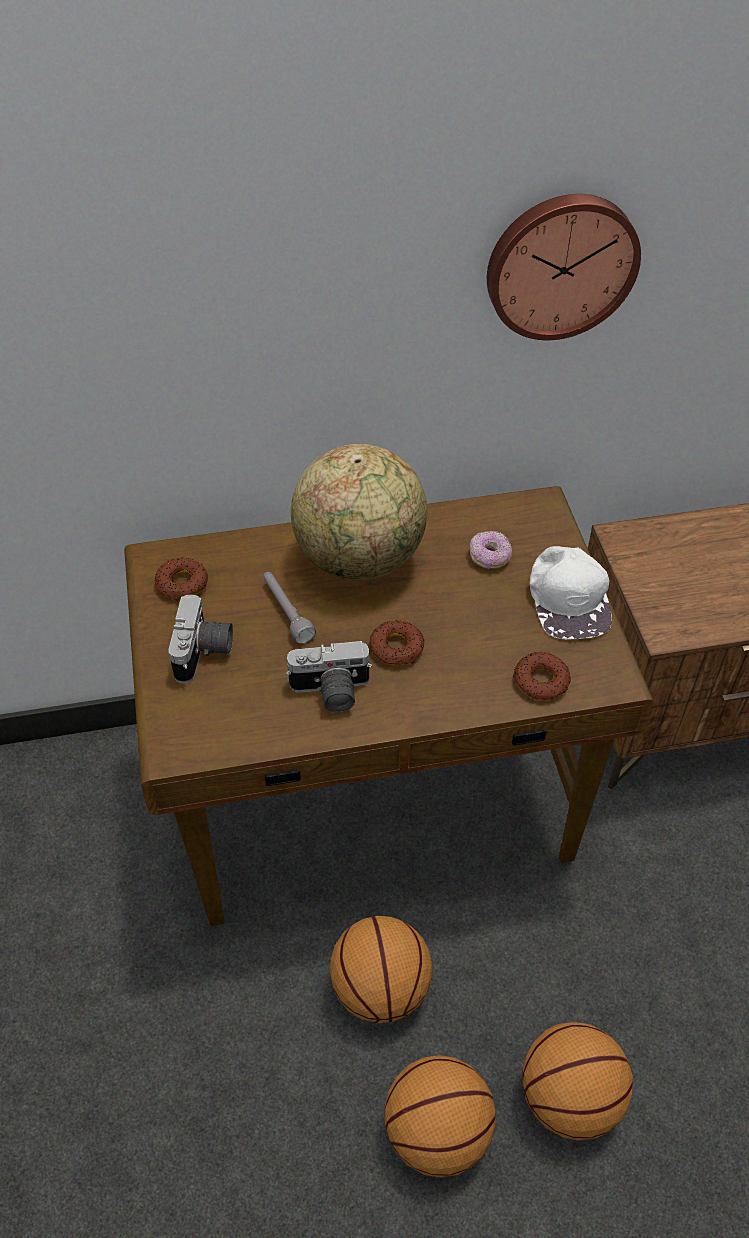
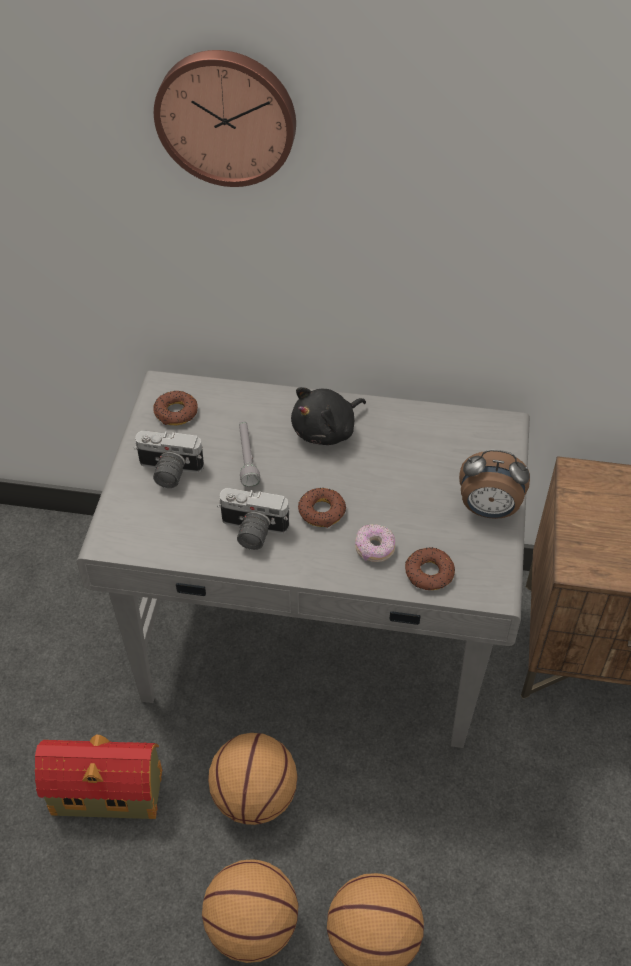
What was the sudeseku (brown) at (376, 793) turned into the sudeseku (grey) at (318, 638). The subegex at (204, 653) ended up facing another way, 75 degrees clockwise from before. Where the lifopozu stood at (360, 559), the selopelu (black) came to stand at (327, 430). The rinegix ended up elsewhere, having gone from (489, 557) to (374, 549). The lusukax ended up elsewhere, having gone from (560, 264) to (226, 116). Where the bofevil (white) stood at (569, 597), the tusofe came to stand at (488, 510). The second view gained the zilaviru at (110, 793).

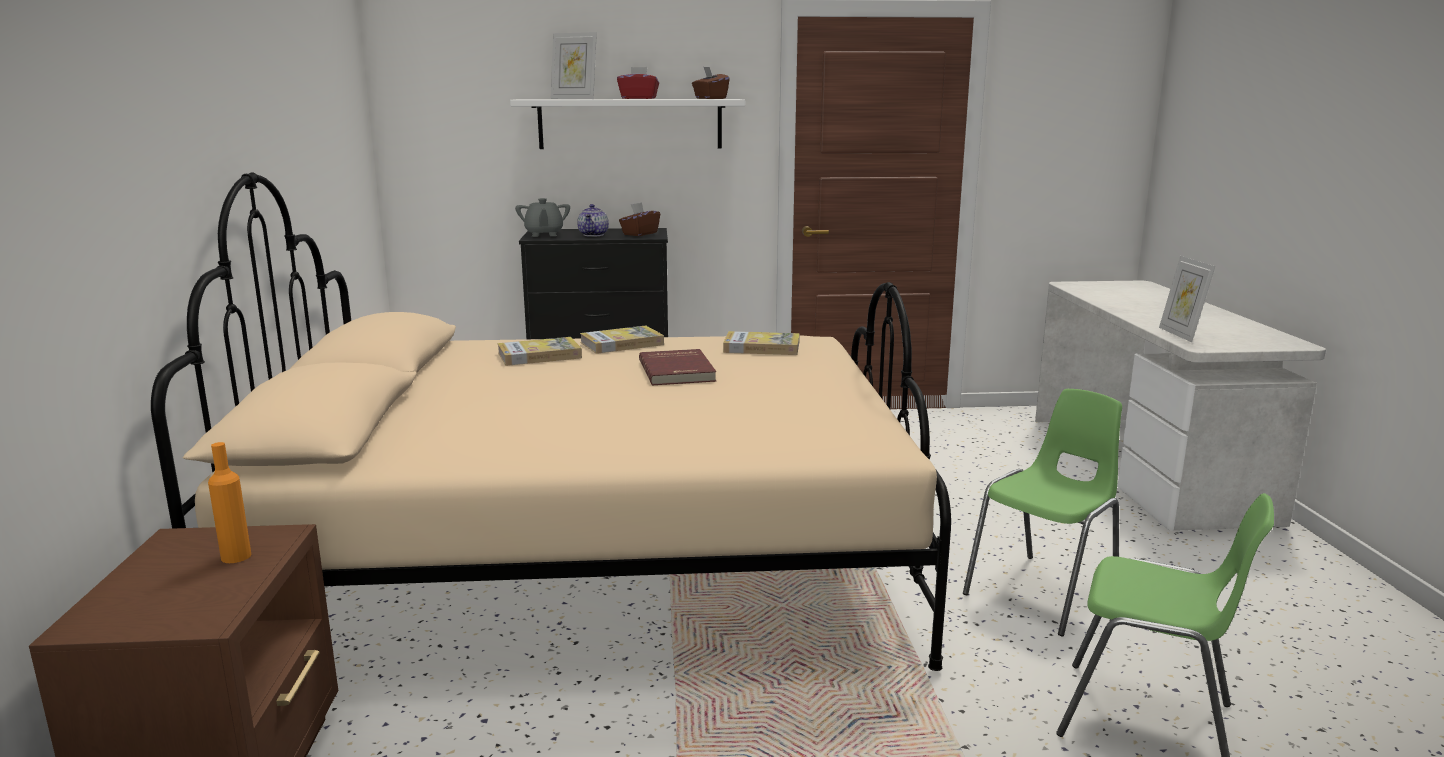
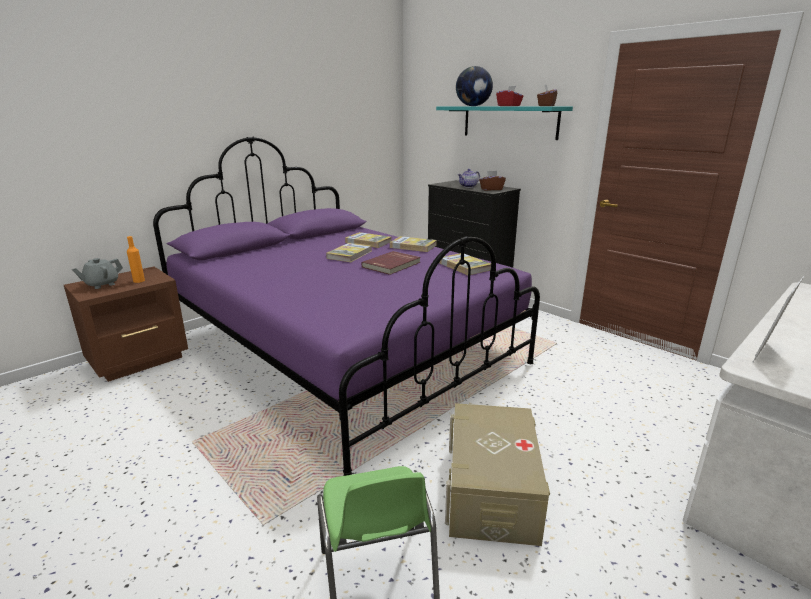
What was the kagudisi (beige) at (597, 560) turned into the kagudisi (purple) at (344, 349). What was the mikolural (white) at (630, 124) turned into the mikolural (turquoise) at (509, 122). The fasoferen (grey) ended up elsewhere, having gone from (544, 234) to (102, 284). Where the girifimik stood at (574, 98), the lifopozu came to stand at (473, 106). Where the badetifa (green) stood at (1044, 593), the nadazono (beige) came to stand at (491, 490). The second view gained the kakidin at (349, 254).

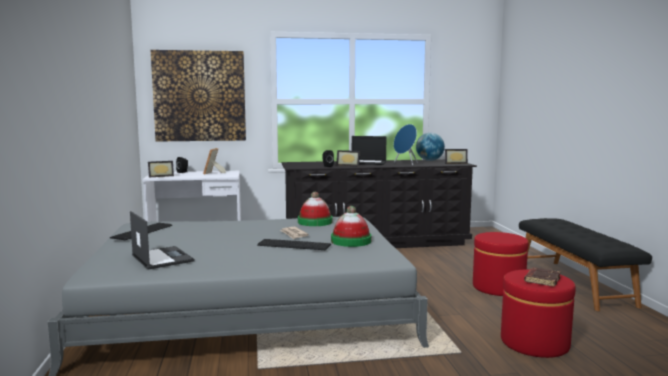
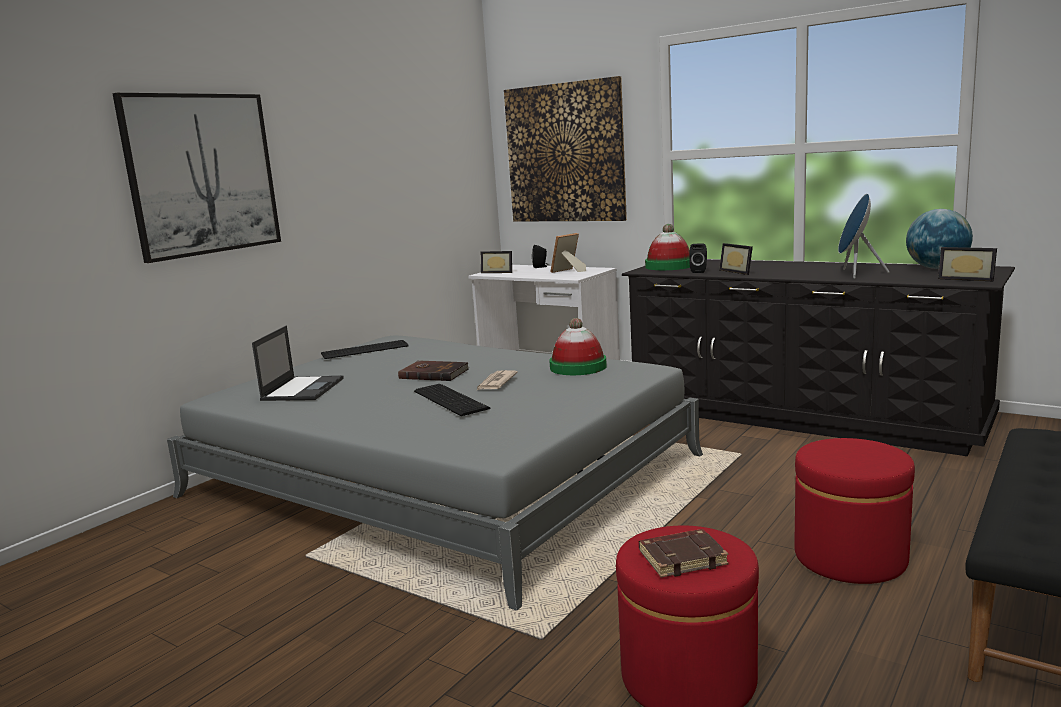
The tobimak ended up elsewhere, having gone from (351, 241) to (669, 266). The second view lost the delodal at (367, 163). The second view gained the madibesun at (202, 174). The second view gained the kakidin (brown) at (434, 373).

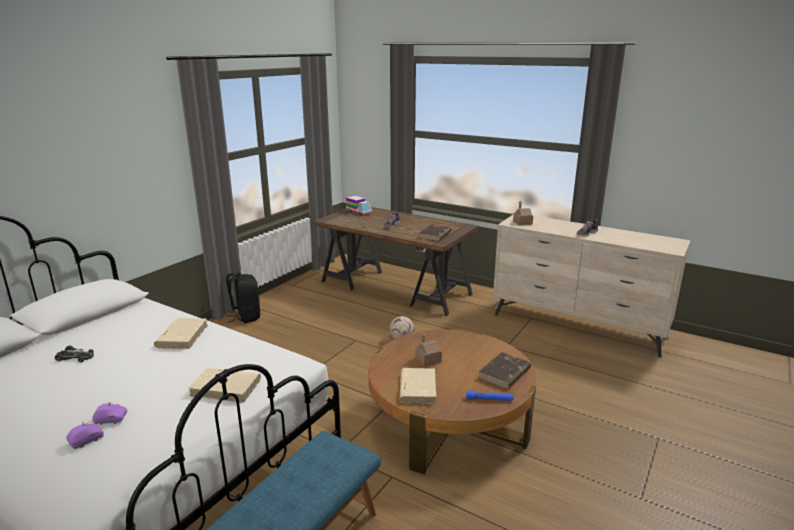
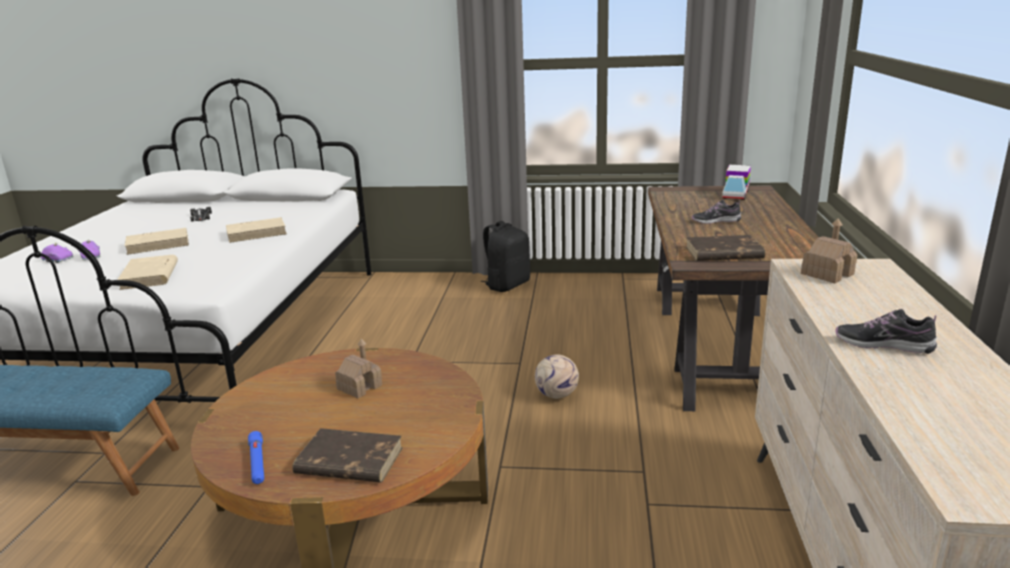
The kakidin (beige) ended up elsewhere, having gone from (417, 388) to (159, 244).

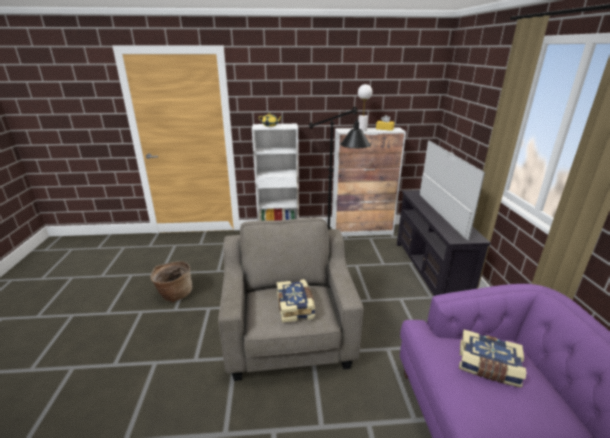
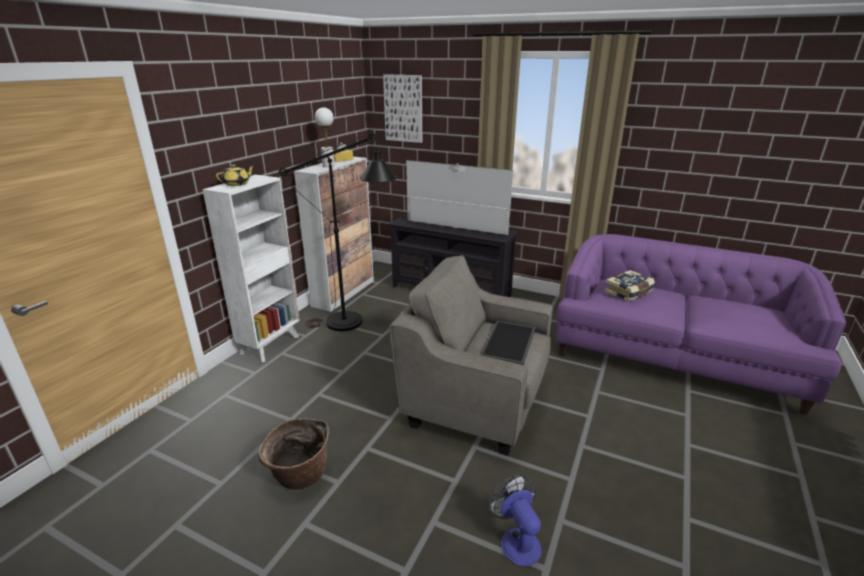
Where the kakidin stood at (296, 306), the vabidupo came to stand at (510, 343). The second view gained the madibesun at (403, 108). The second view gained the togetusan at (516, 540).

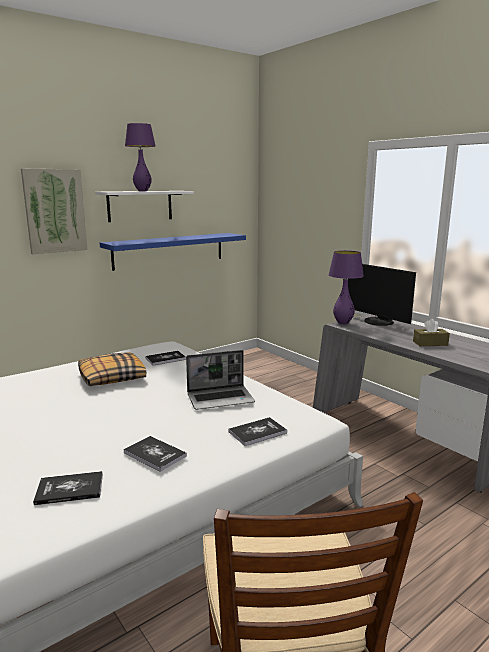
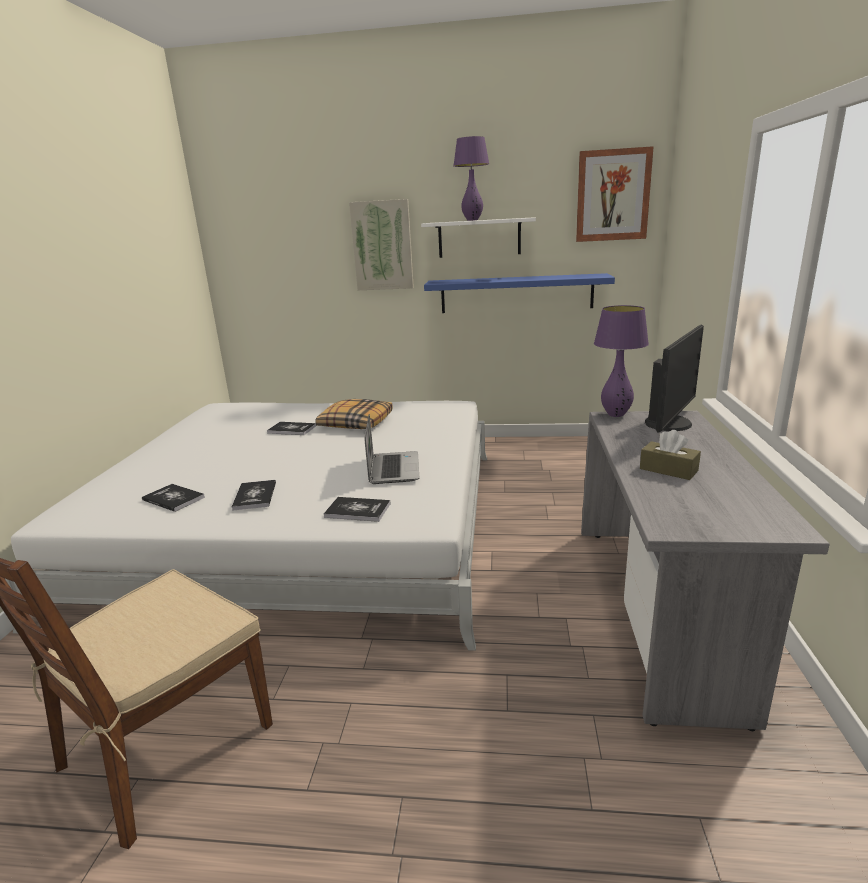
The kakidin ended up elsewhere, having gone from (165, 359) to (292, 429). The delodal at (221, 398) ended up facing another way, 120 degrees counterclockwise from before. The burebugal at (377, 322) ended up facing another way, 150 degrees counterclockwise from before. The second view gained the madibesun at (612, 195).

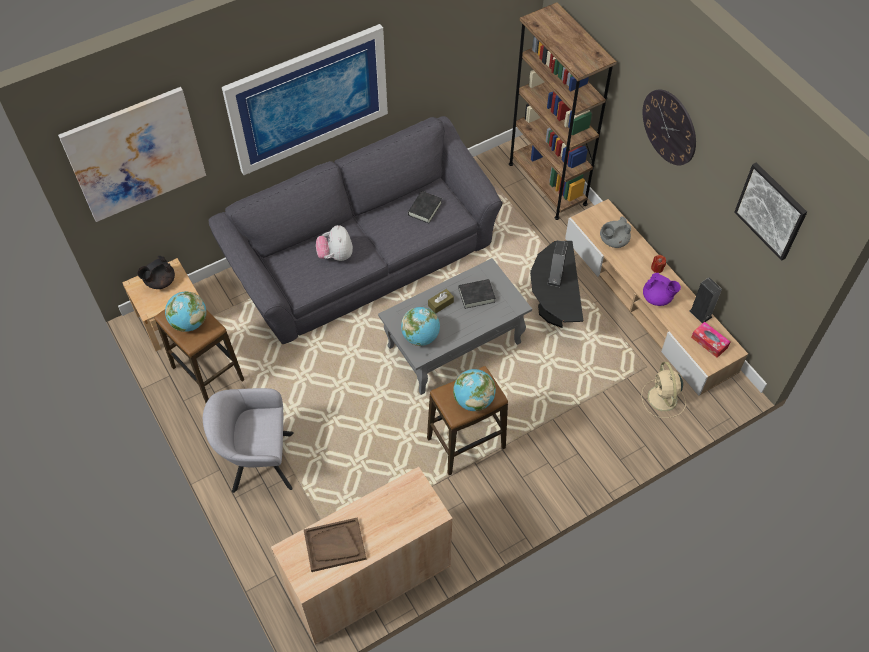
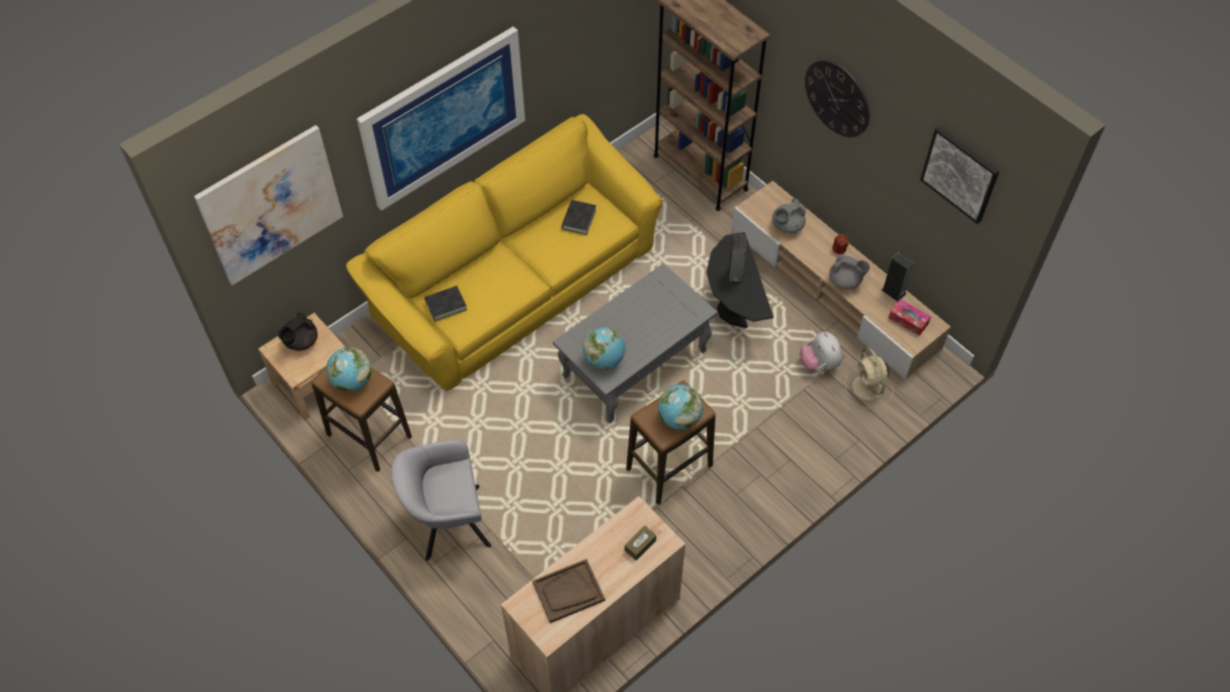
What was the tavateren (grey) at (363, 258) turned into the tavateren (yellow) at (515, 283). The selopelu ended up elsewhere, having gone from (336, 255) to (819, 363). The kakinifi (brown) ended up elsewhere, having gone from (440, 304) to (640, 545). The kakidin (black) ended up elsewhere, having gone from (476, 295) to (446, 305). What was the fasoferen (purple) at (657, 298) turned into the fasoferen (grey) at (845, 281).

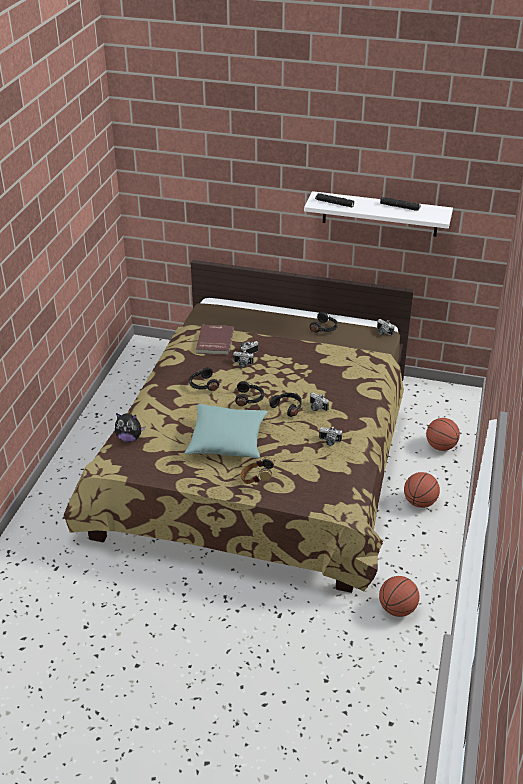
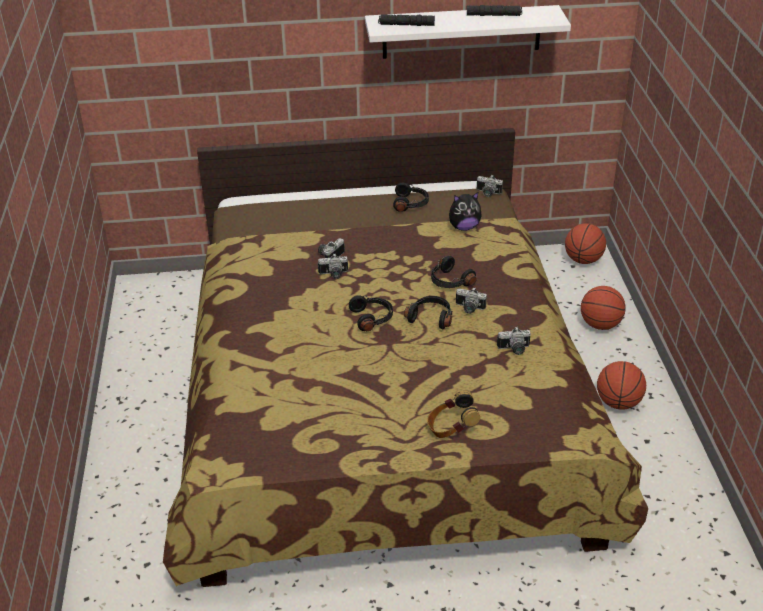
The selopelu ended up elsewhere, having gone from (129, 438) to (464, 227). The second view lost the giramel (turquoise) at (227, 441). The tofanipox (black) ended up elsewhere, having gone from (203, 385) to (450, 281). The second view lost the kakidin (red) at (214, 341). The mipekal ended up elsewhere, having gone from (397, 609) to (583, 260).

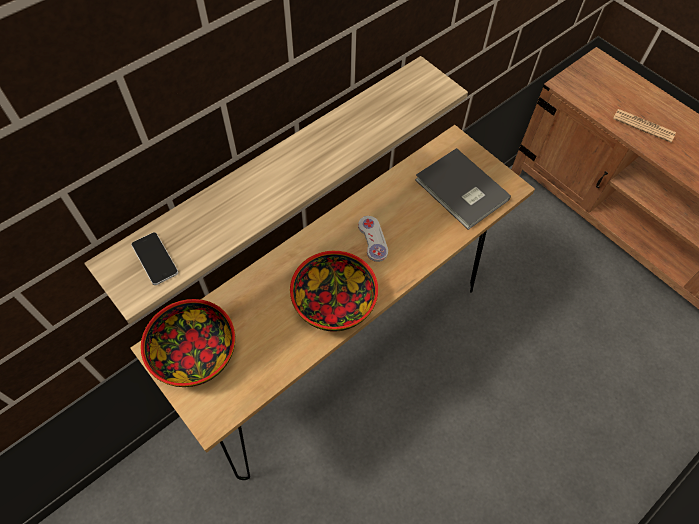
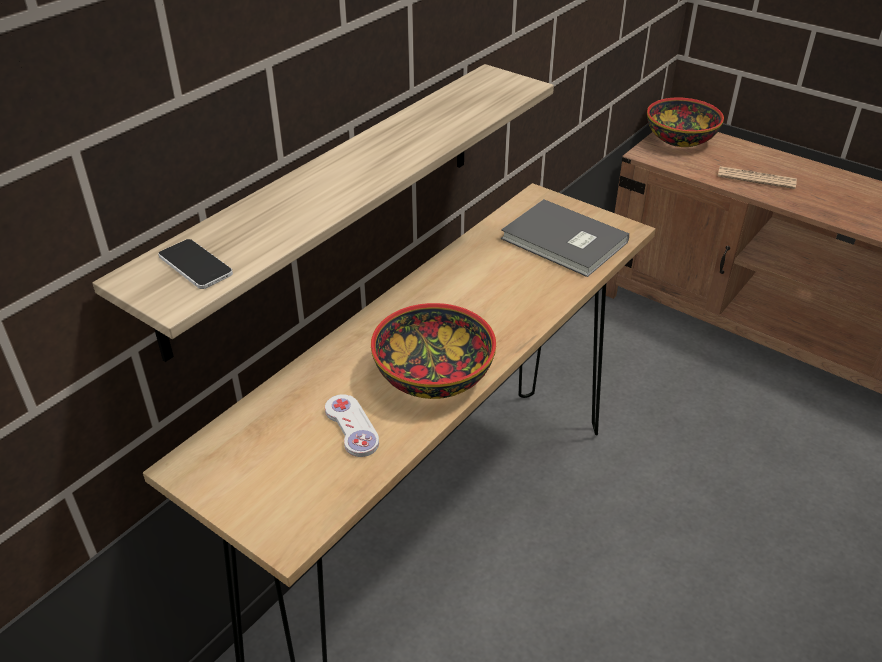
The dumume ended up elsewhere, having gone from (195, 352) to (680, 138). The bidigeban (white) ended up elsewhere, having gone from (373, 239) to (351, 427).

